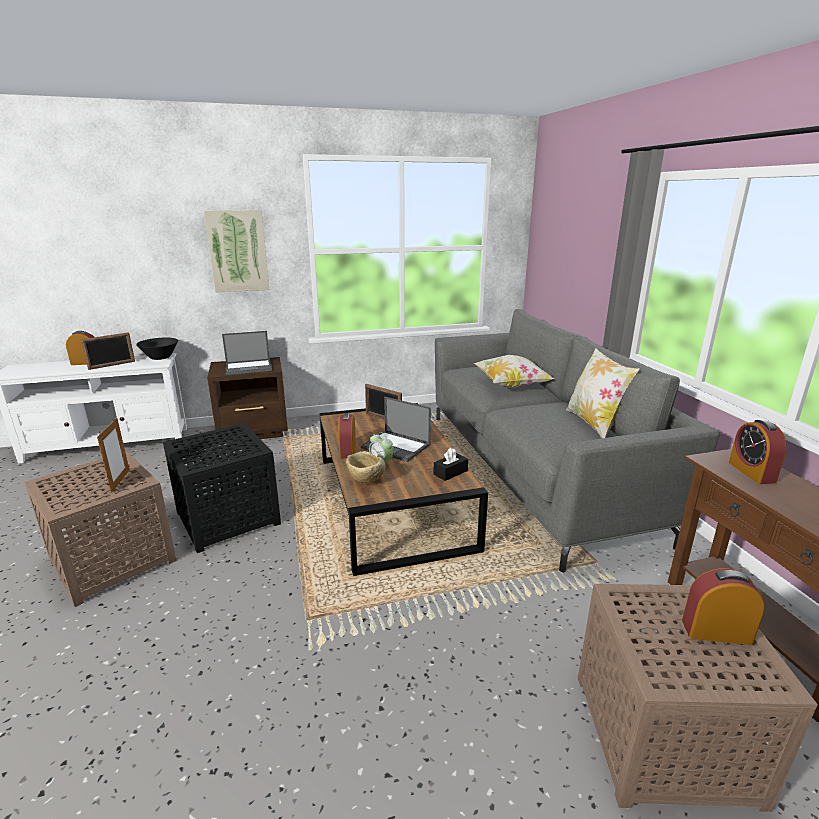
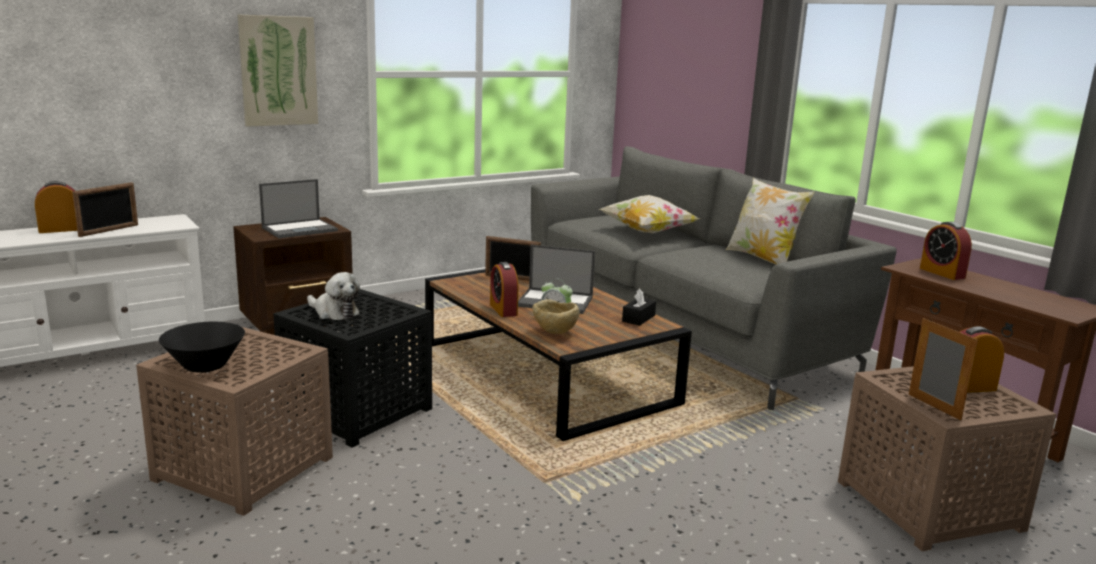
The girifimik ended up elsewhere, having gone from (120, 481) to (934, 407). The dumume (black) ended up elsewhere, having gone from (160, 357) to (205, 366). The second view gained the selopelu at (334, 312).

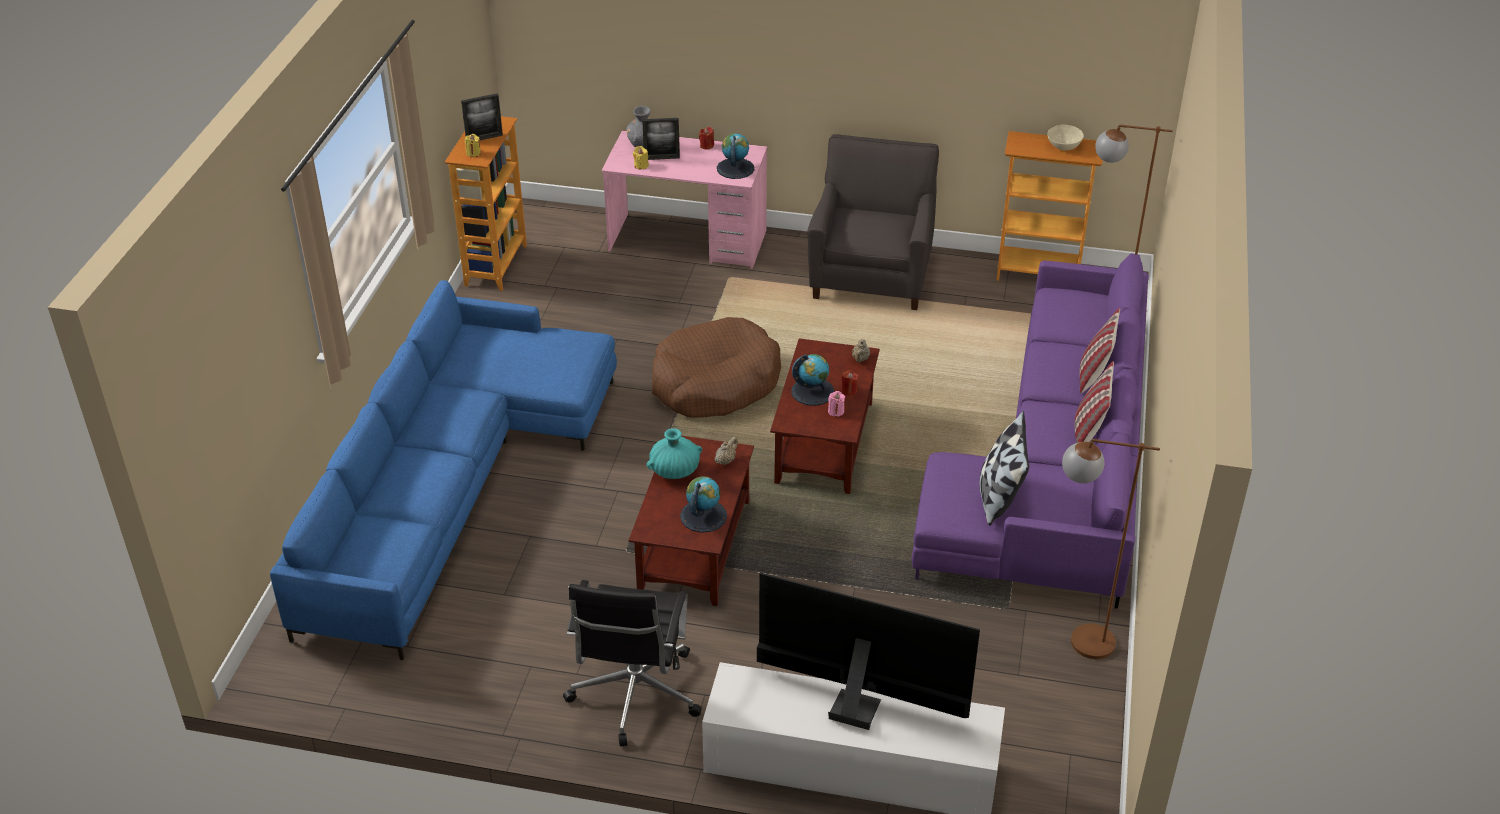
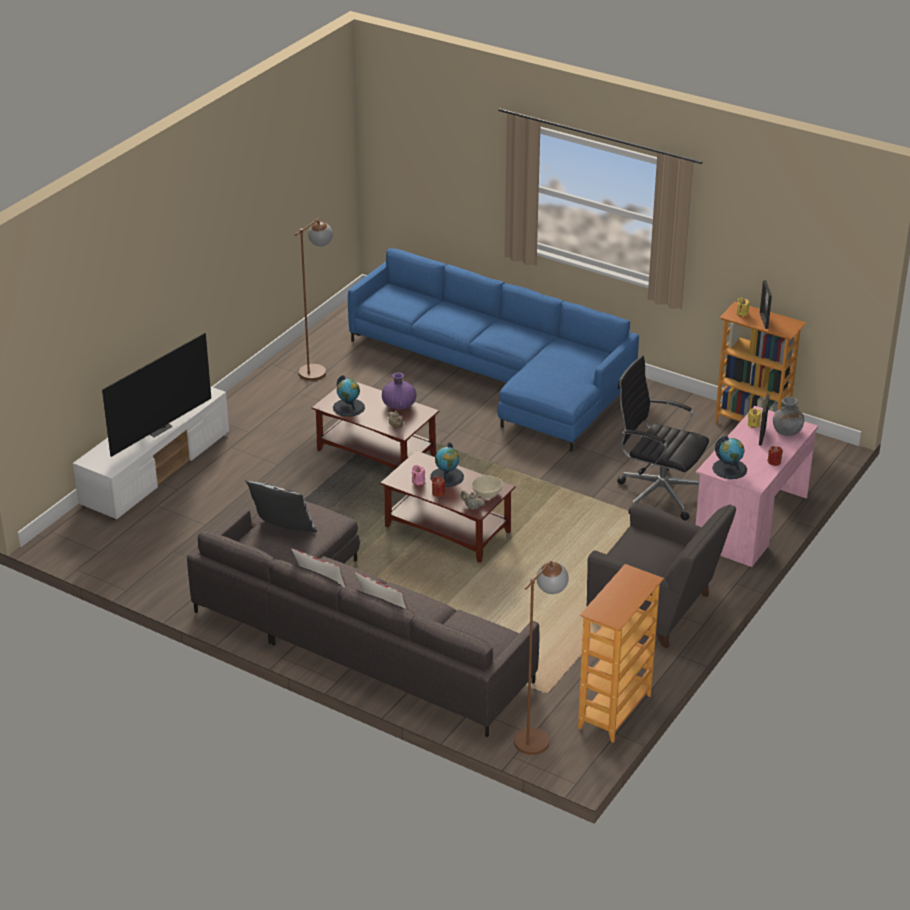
The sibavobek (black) ended up elsewhere, having gone from (634, 695) to (658, 494). What was the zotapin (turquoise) at (675, 471) turned into the zotapin (purple) at (399, 405). The second view lost the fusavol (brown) at (714, 383). What was the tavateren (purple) at (1053, 467) turned into the tavateren (grey) at (352, 631). The dumume (beige) ended up elsewhere, having gone from (1064, 146) to (486, 493). The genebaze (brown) ended up elsewhere, having gone from (1076, 640) to (318, 368).

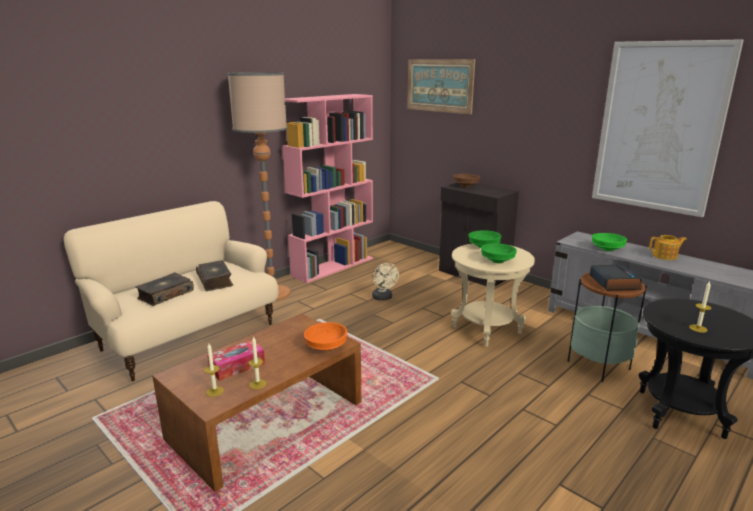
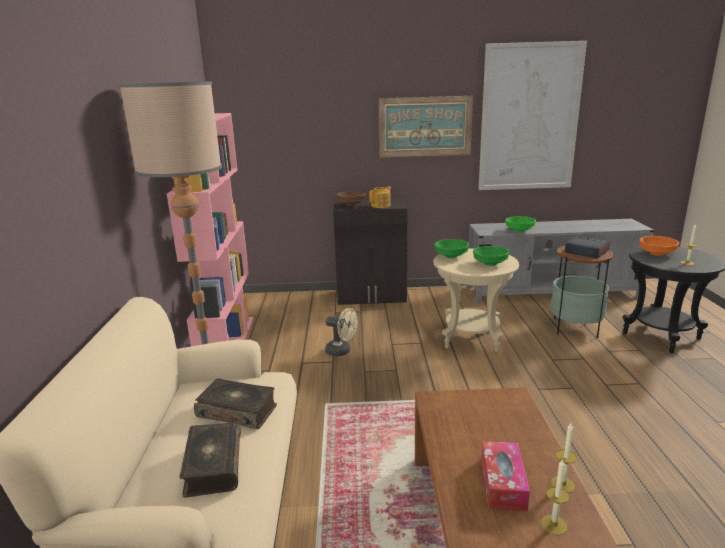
The dumume (orange) ended up elsewhere, having gone from (326, 346) to (656, 253). The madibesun ended up elsewhere, having gone from (439, 85) to (425, 126). The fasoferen ended up elsewhere, having gone from (665, 256) to (381, 205).

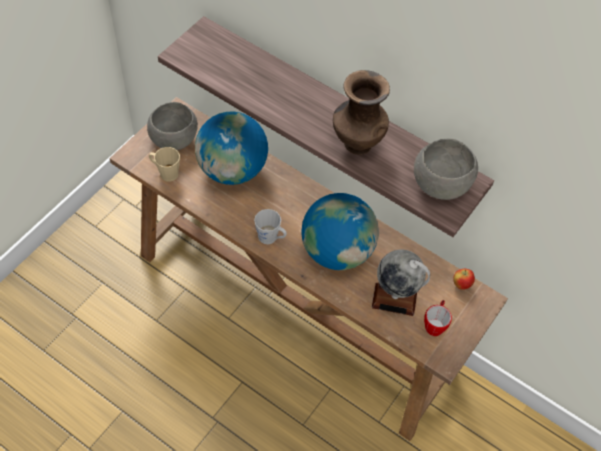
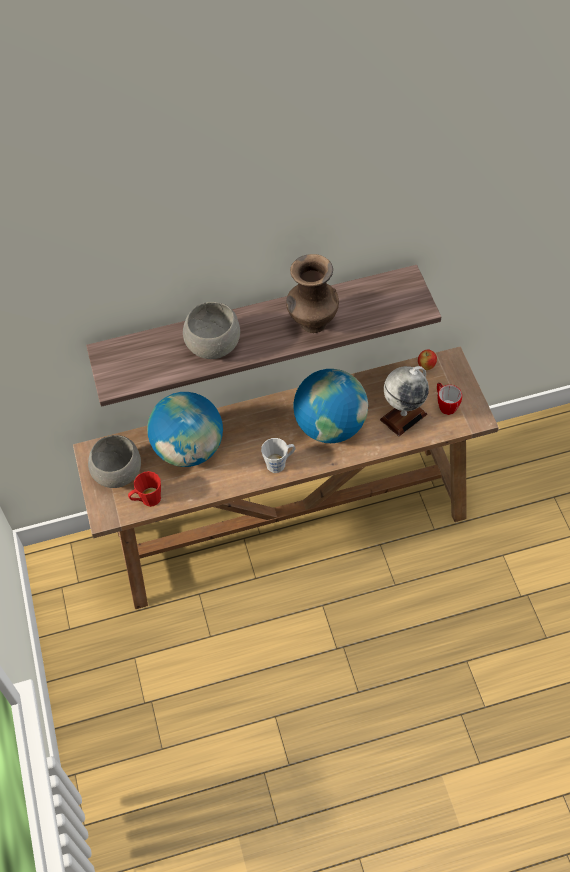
What was the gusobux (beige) at (165, 173) turned into the gusobux (red) at (147, 500). The dumume (grey) ended up elsewhere, having gone from (440, 184) to (213, 346).

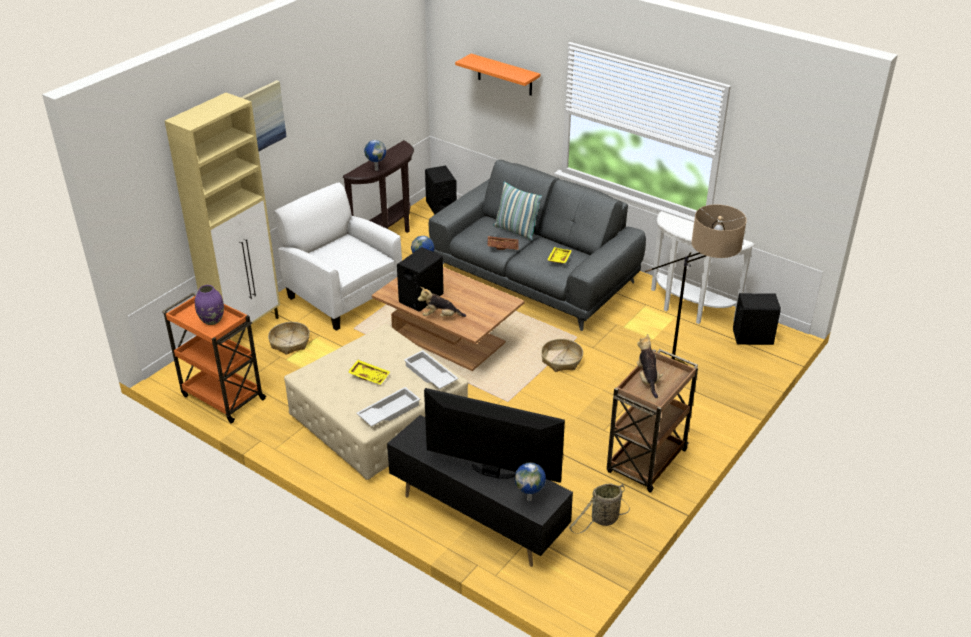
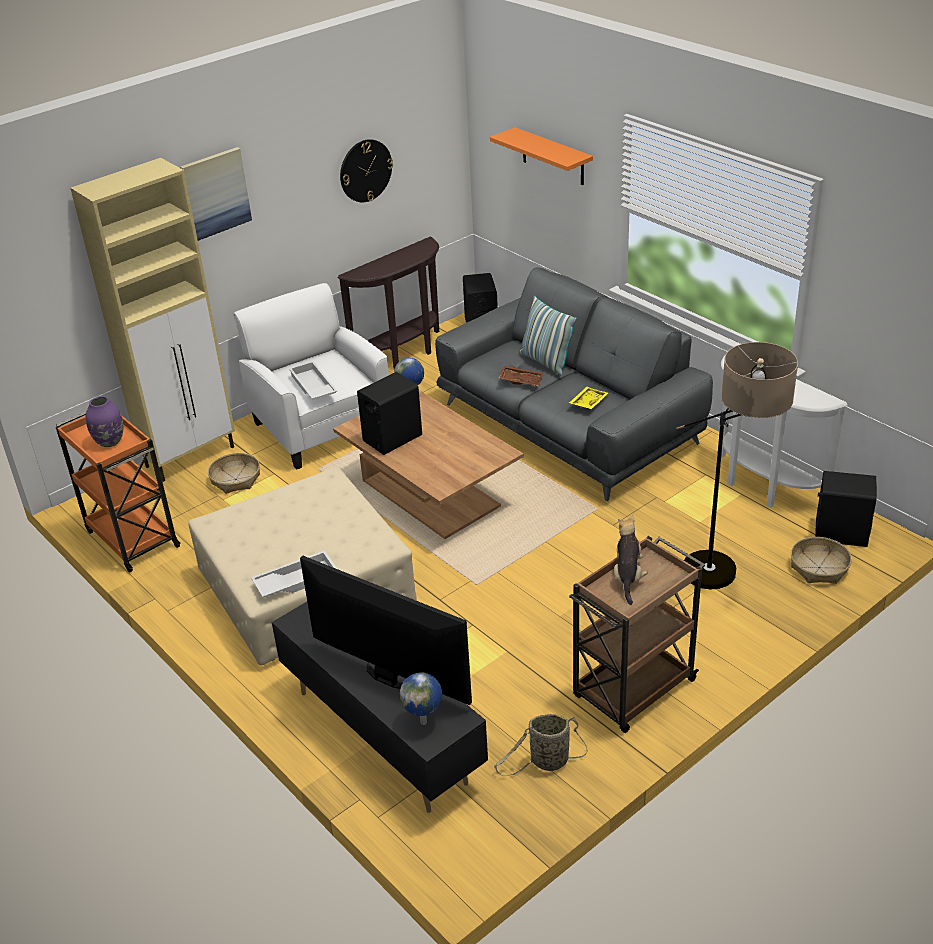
The second view lost the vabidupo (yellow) at (369, 376). The second view lost the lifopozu at (376, 169). The vabidupo (white) ended up elsewhere, having gone from (430, 375) to (312, 386). The second view lost the selopelu at (440, 316). The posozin ended up elsewhere, having gone from (561, 360) to (819, 568). The second view gained the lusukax at (365, 170).

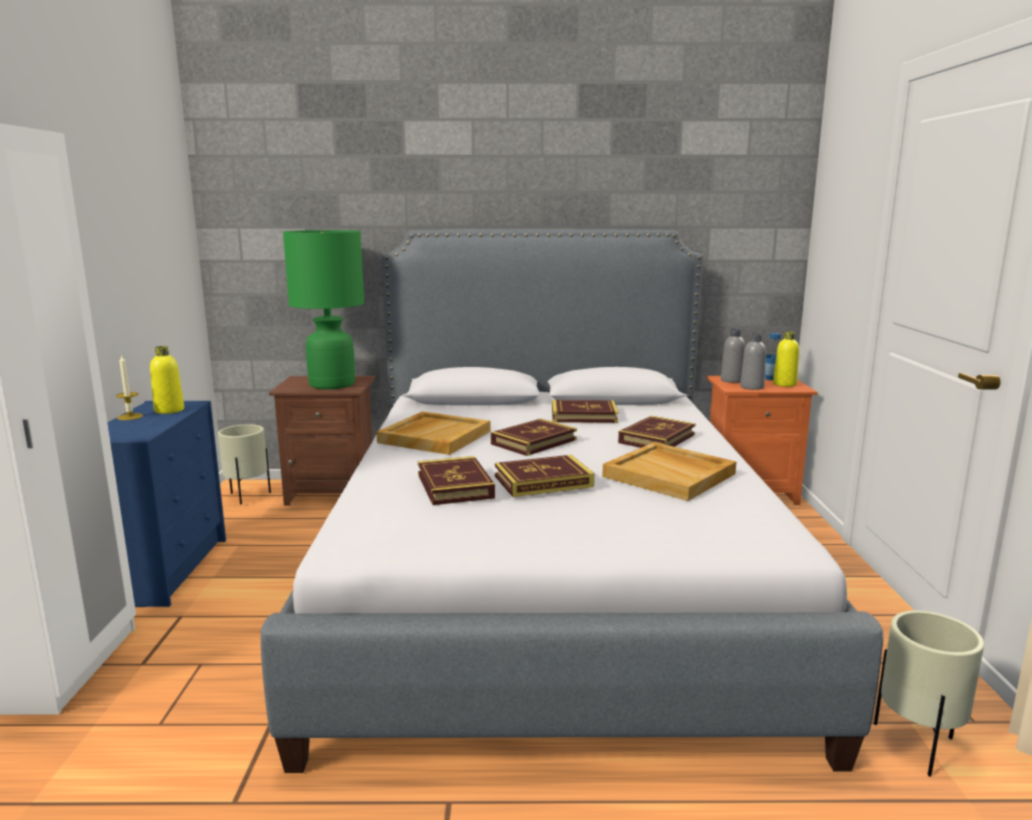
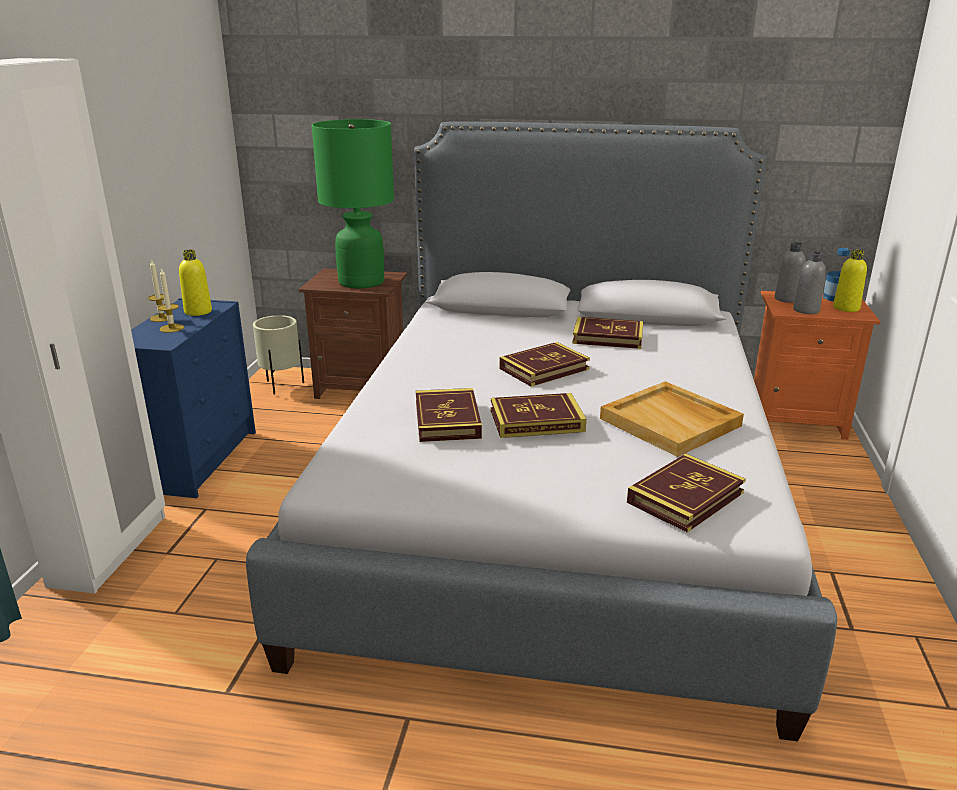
The second view lost the vabidupo (beige) at (434, 436). The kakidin ended up elsewhere, having gone from (657, 438) to (685, 497). The second view lost the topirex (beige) at (917, 746). The second view gained the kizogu at (171, 328).

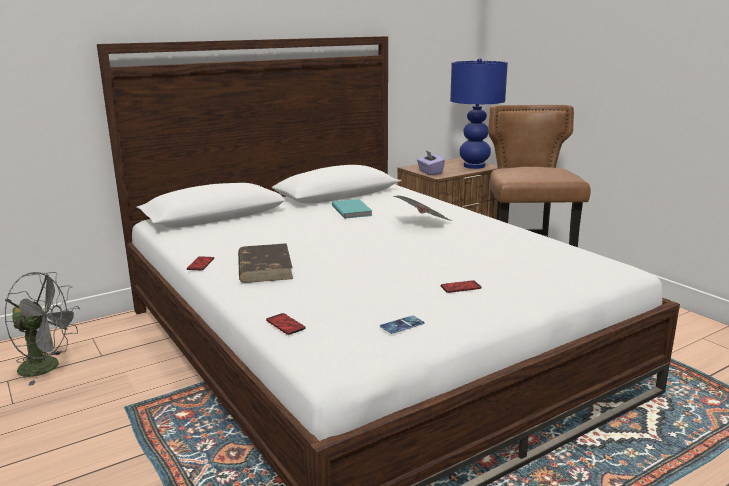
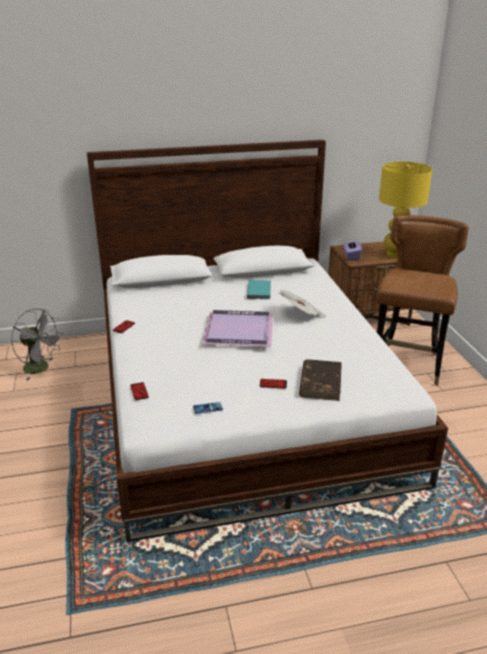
The kakidin (brown) ended up elsewhere, having gone from (264, 267) to (320, 382). What was the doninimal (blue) at (473, 166) turned into the doninimal (yellow) at (395, 254). The second view gained the vabidupo (purple) at (237, 330).

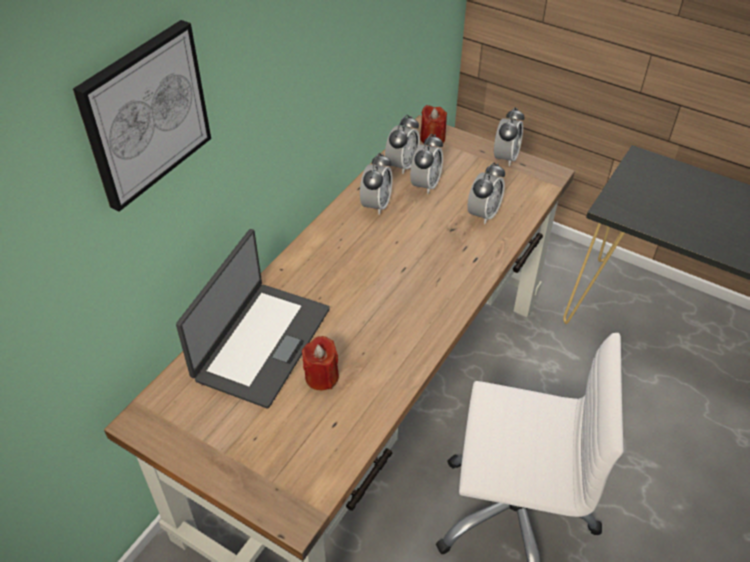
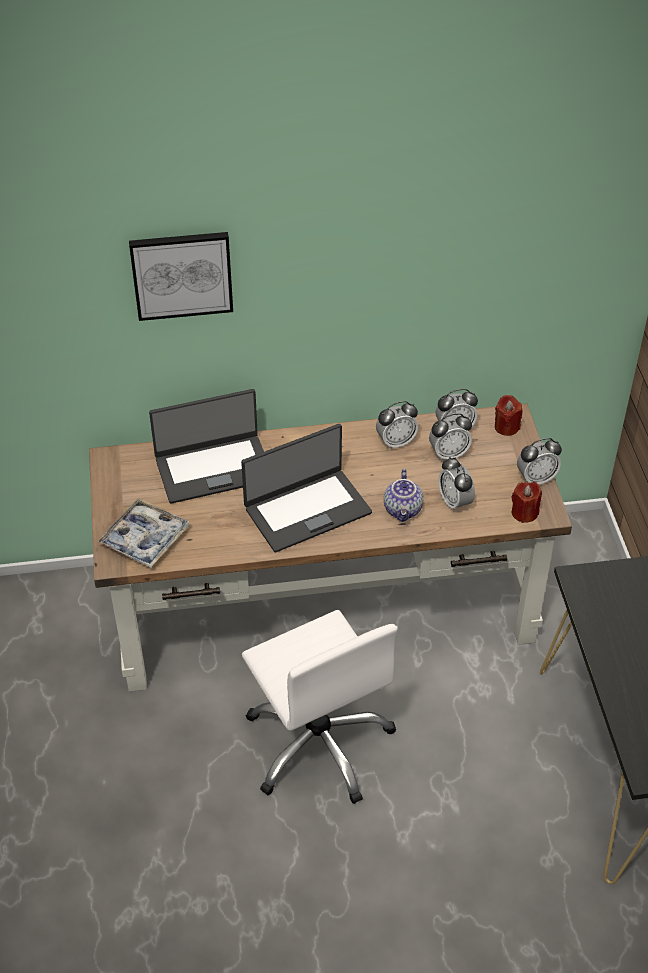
The kizogu (red) ended up elsewhere, having gone from (321, 377) to (524, 513). The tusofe at (483, 214) ended up facing another way, 75 degrees clockwise from before. The second view gained the vabidupo at (145, 539). The second view gained the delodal at (307, 509). The second view gained the fasoferen at (403, 510).

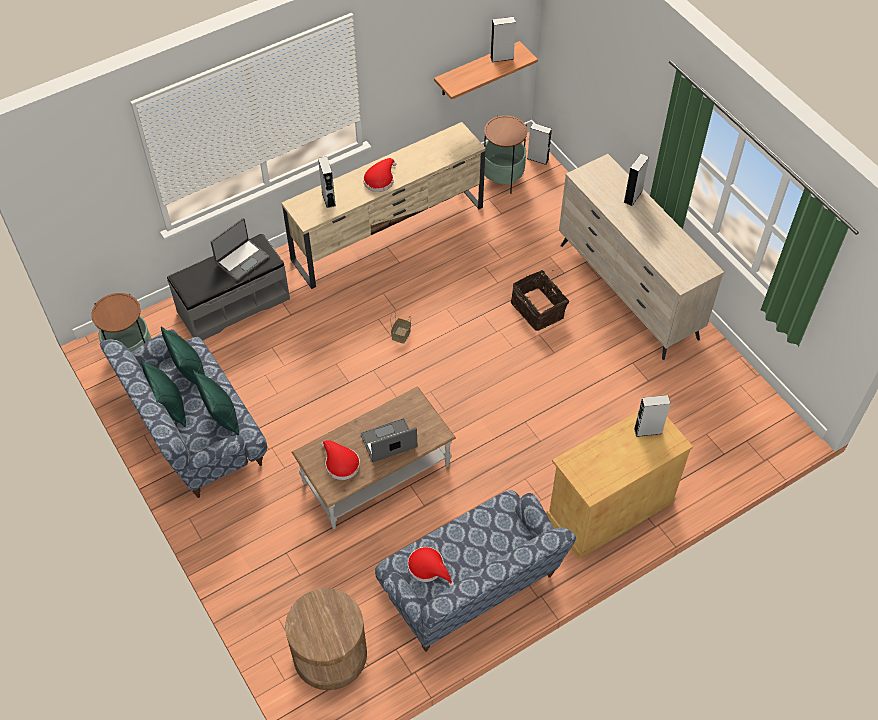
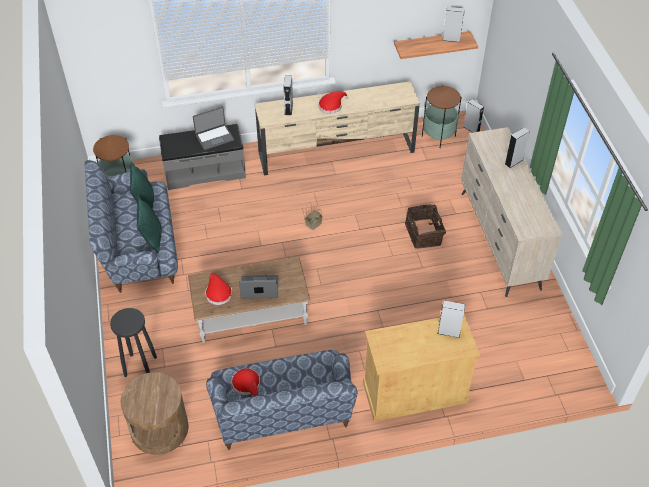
The second view lost the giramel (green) at (170, 407). The second view gained the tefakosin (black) at (140, 366).

